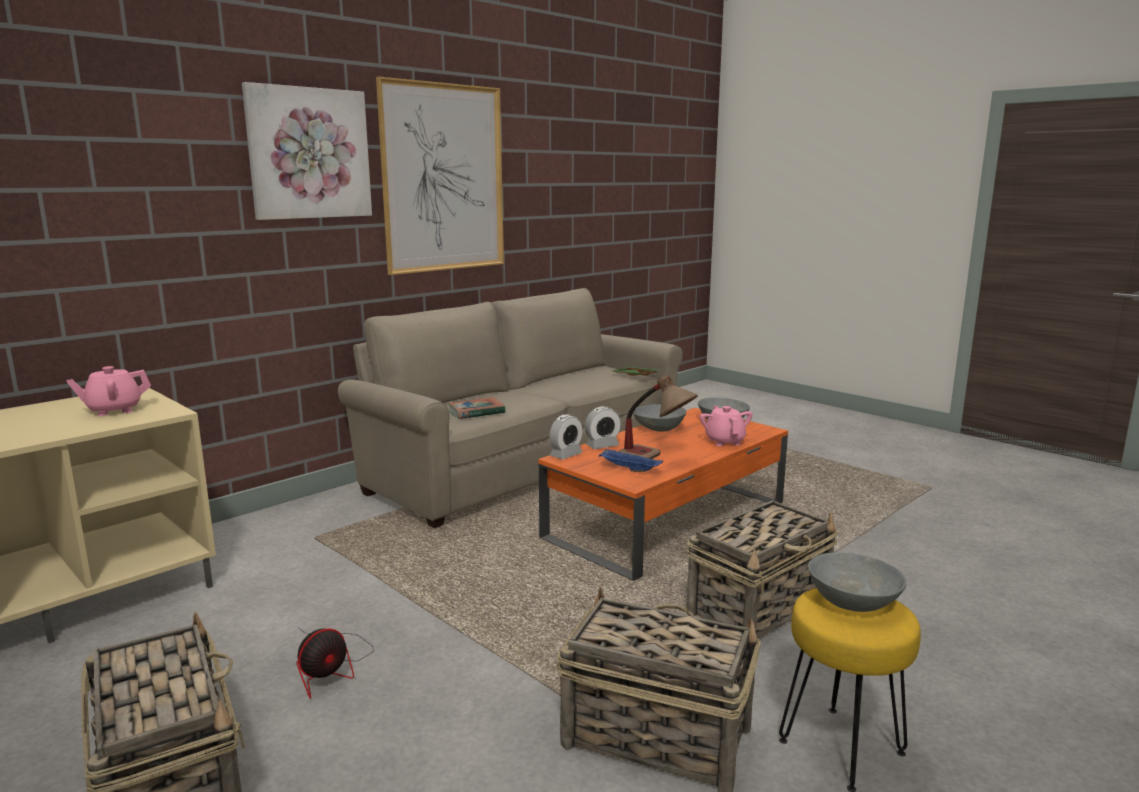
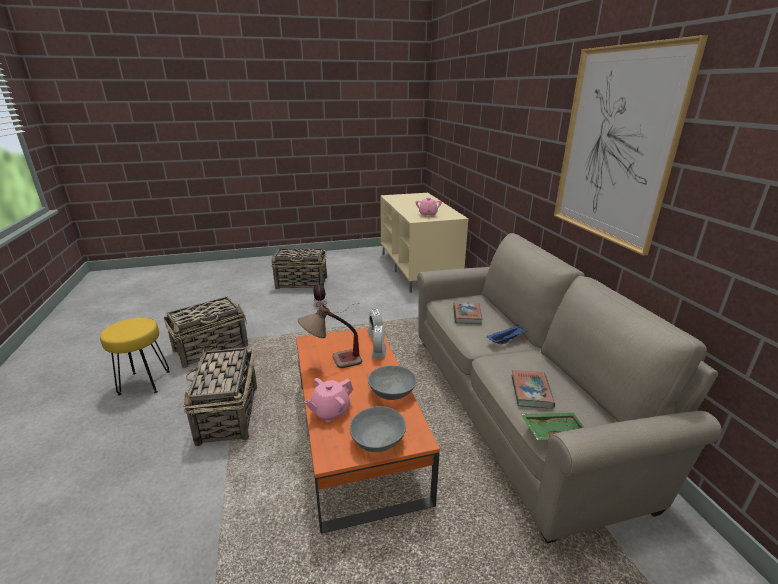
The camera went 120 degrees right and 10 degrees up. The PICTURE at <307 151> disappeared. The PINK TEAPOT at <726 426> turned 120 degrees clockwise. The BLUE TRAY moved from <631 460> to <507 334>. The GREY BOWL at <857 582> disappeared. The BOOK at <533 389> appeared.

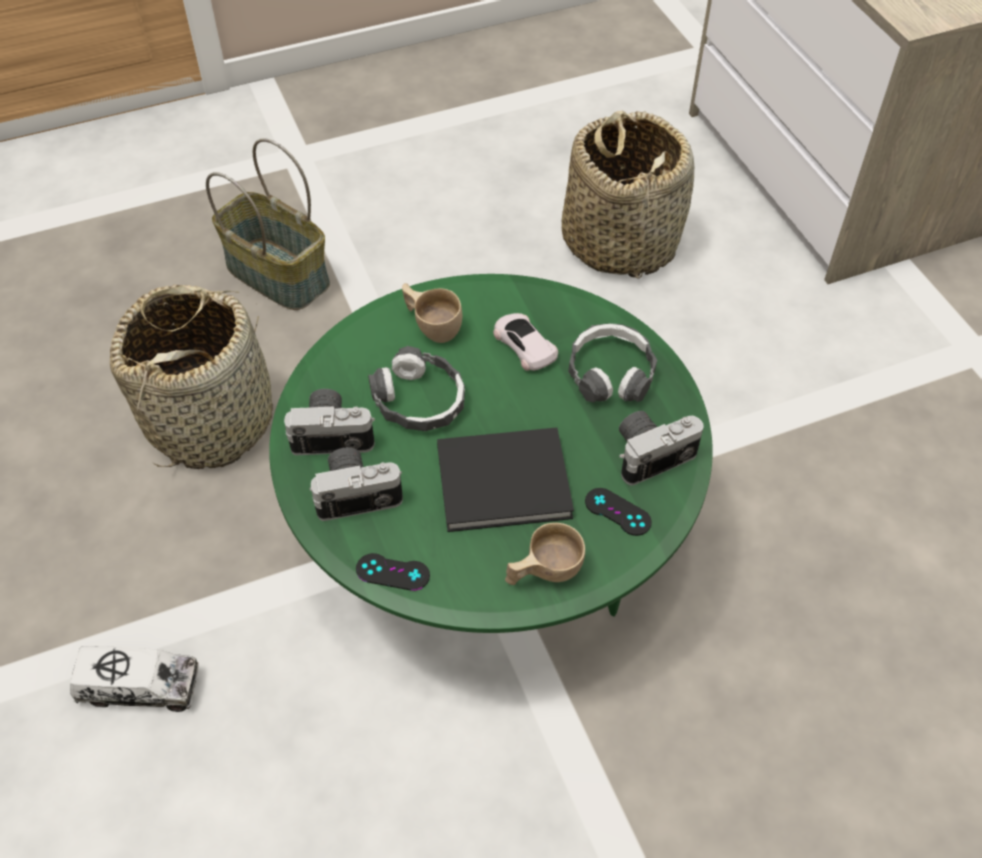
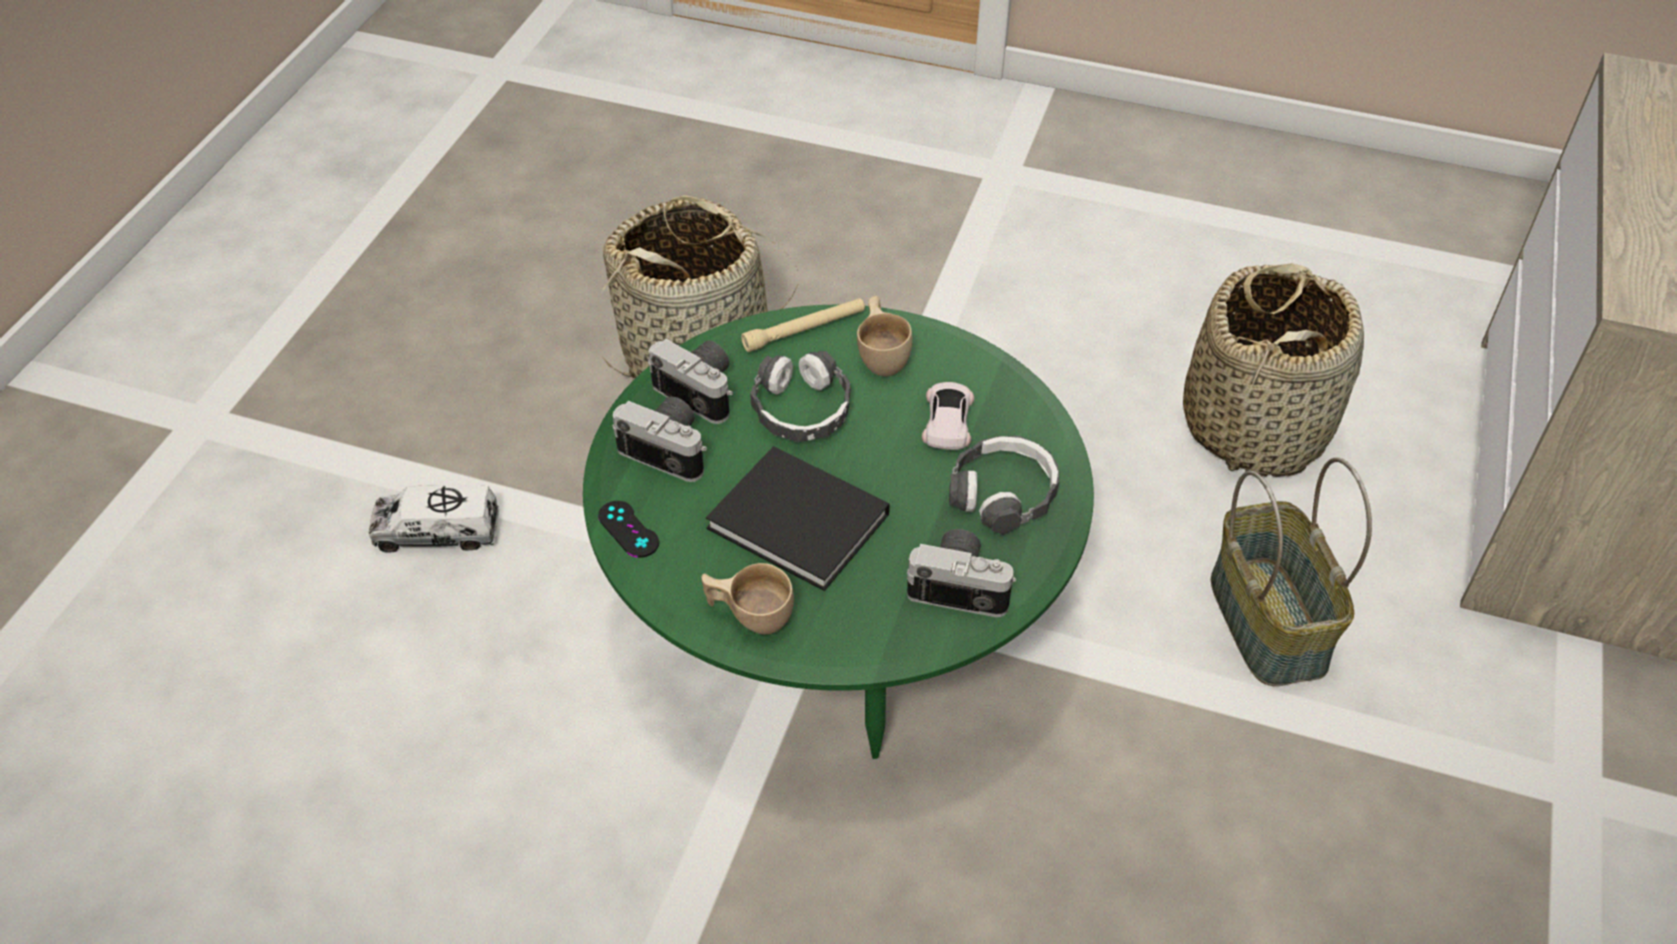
The camera went 40 degrees right and 5 degrees down. The BASKET moved from <268 224> to <1291 571>. The BLACK GAME CONTROLLER at <618 512> disappeared. The TOY TRUCK at <134 679> turned 135 degrees clockwise. The BEIGE FLASHLIGHT at <803 325> appeared.

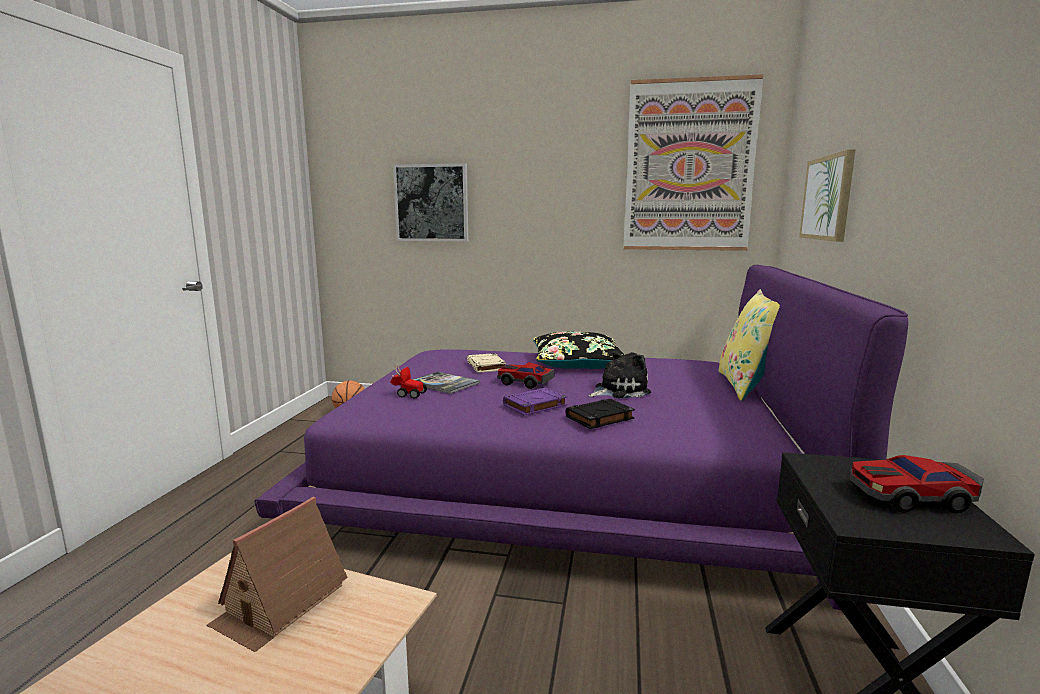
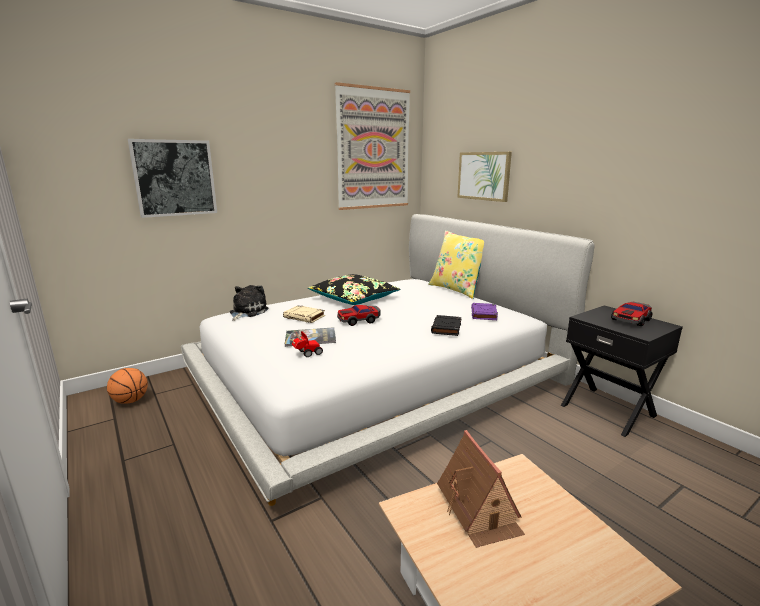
The camera went 45 degrees left and 5 degrees up. The PURPLE BED at <581 437> became the WHITE BED at <388 360>. The PLUSH TOY moved from <619 374> to <249 303>. The PURPLE BOOK moved from <535 402> to <484 311>.

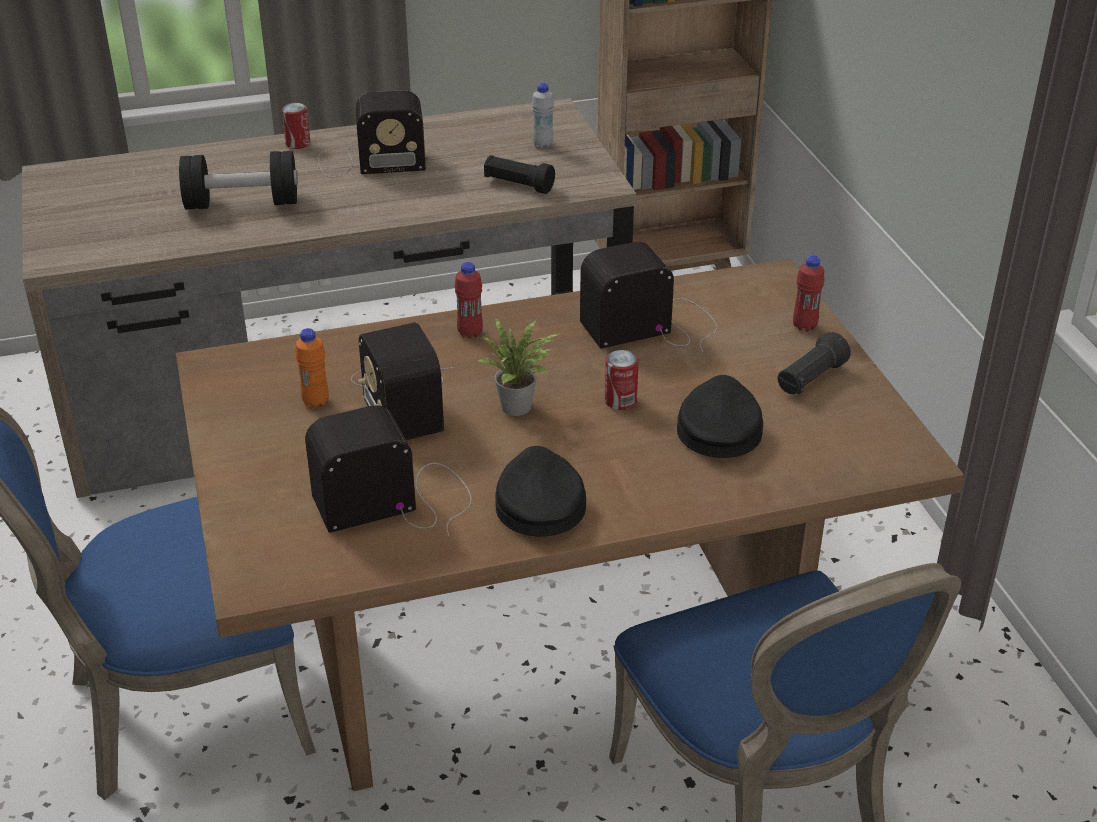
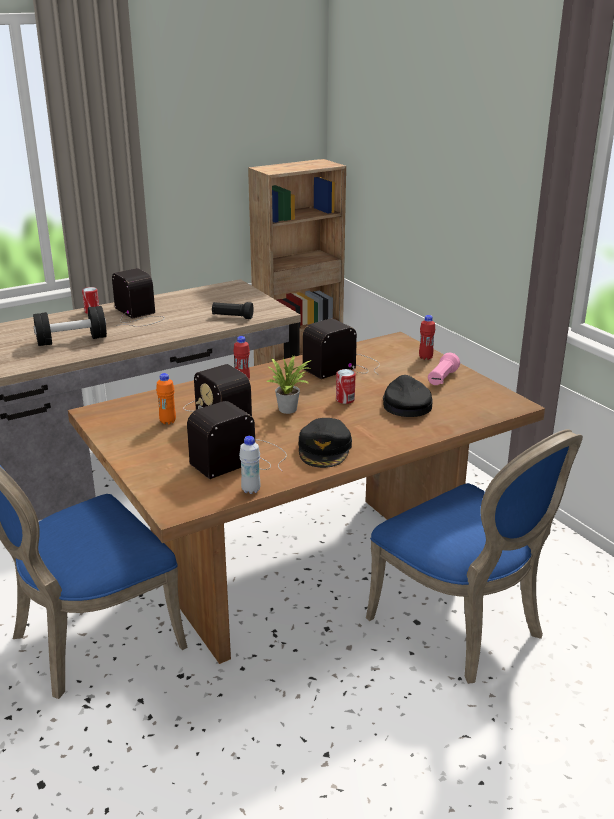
The camera went 15 degrees left and 10 degrees down. The WHITE BOTTLE moved from <543 115> to <249 465>. The RADIO at <372 134> turned 105 degrees counterclockwise. The BLACK FLASHLIGHT at <814 363> became the PINK FLASHLIGHT at <444 368>. The BLACK CAP at <540 491> turned 150 degrees counterclockwise.

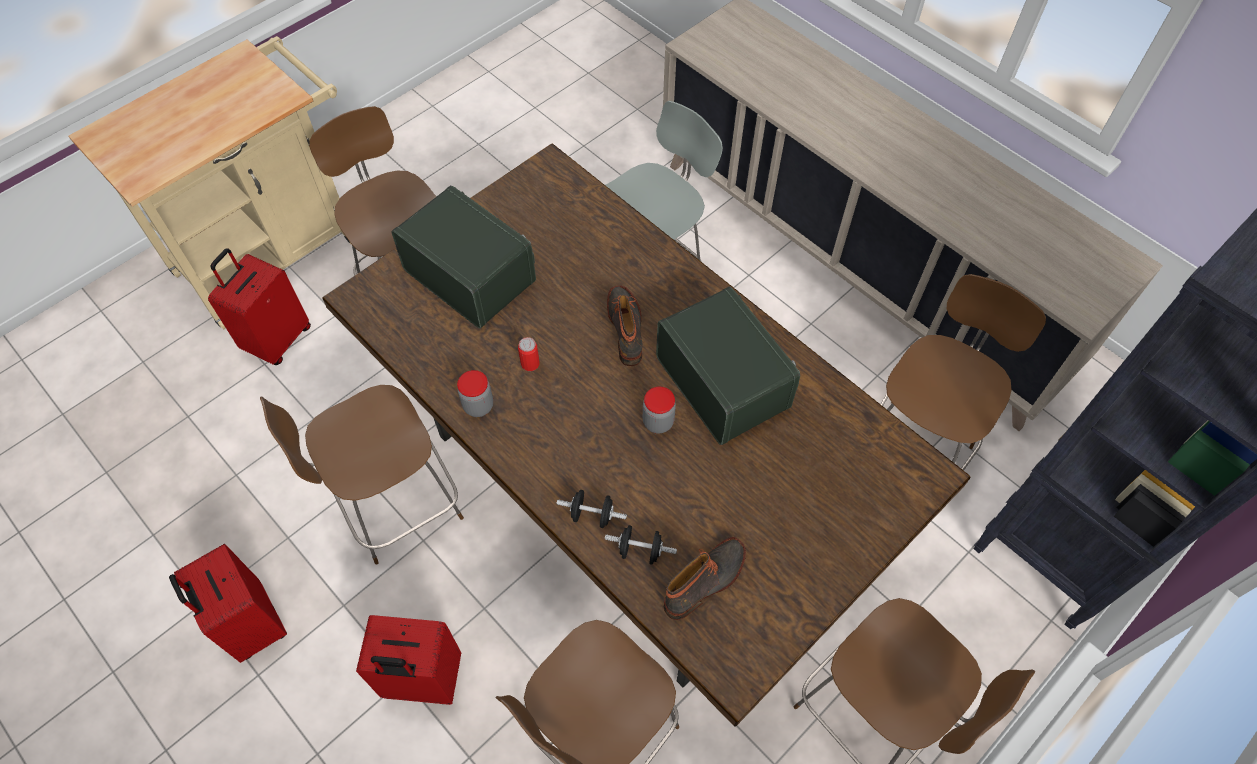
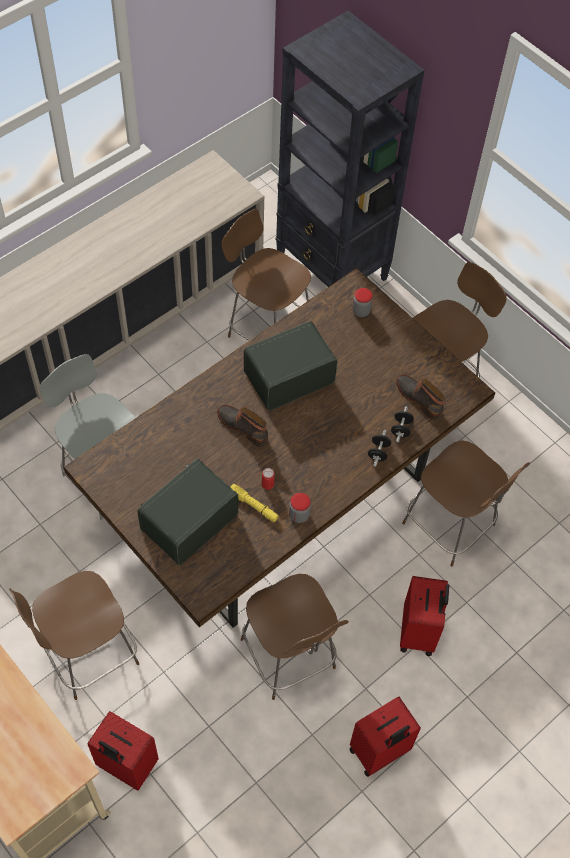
The camera went 90 degrees left and 0 degrees up. The BOOT at <625 326> turned 45 degrees clockwise. The JAR moved from <659 410> to <362 302>. The YELLOW FLASHLIGHT at <254 503> appeared.

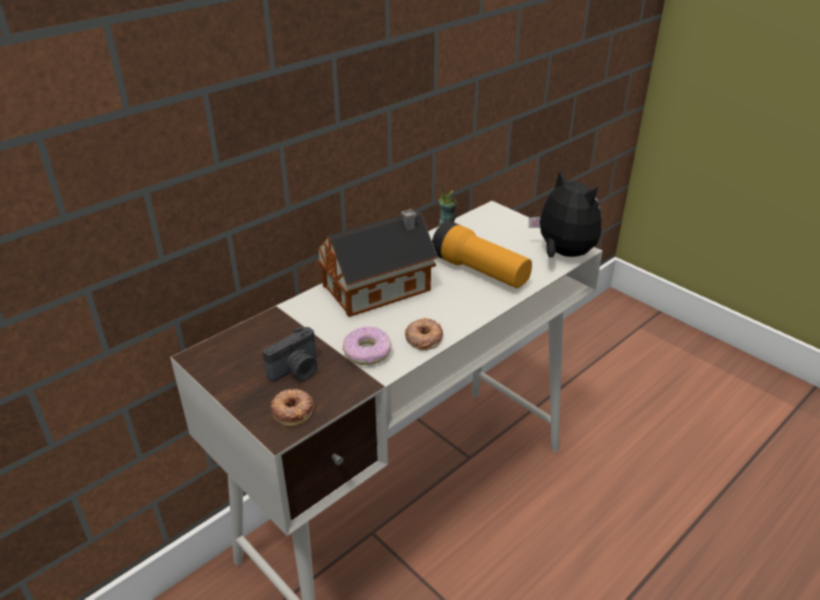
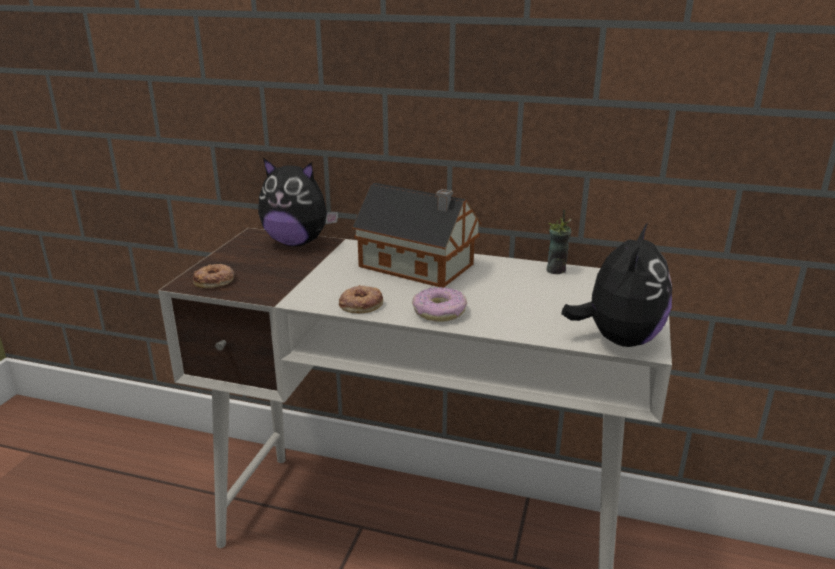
The camera went 60 degrees right and 10 degrees down. The FLASHLIGHT at <482 254> disappeared. The PHOTO CAMERA at <290 354> disappeared. The DONUT moved from <367 346> to <439 304>. The PLUSH TOY at <298 202> appeared.

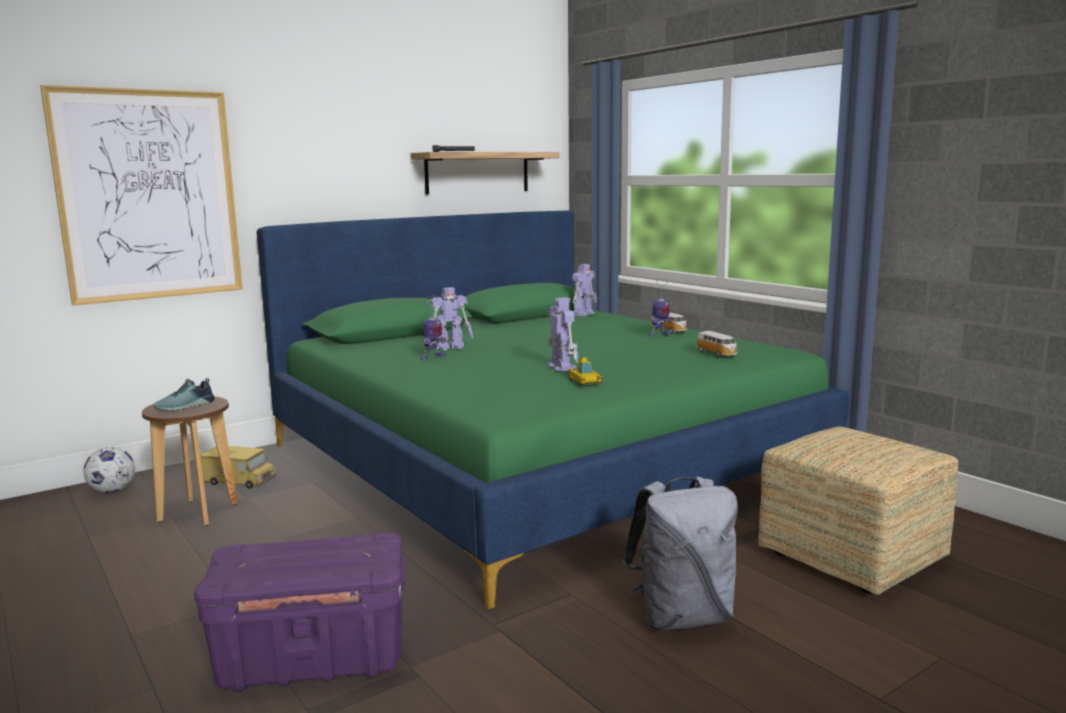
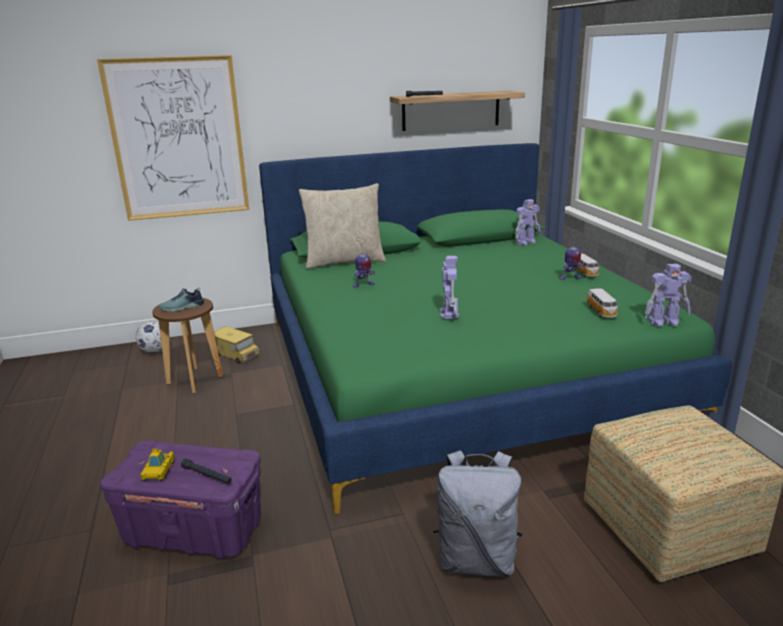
The camera went 20 degrees right and 10 degrees up. The TOY ROBOT moved from <452 318> to <668 295>. The TOY CAR moved from <585 371> to <157 465>. The BEIGE PILLOW at <342 226> appeared. The BLACK FLASHLIGHT at <206 471> appeared.

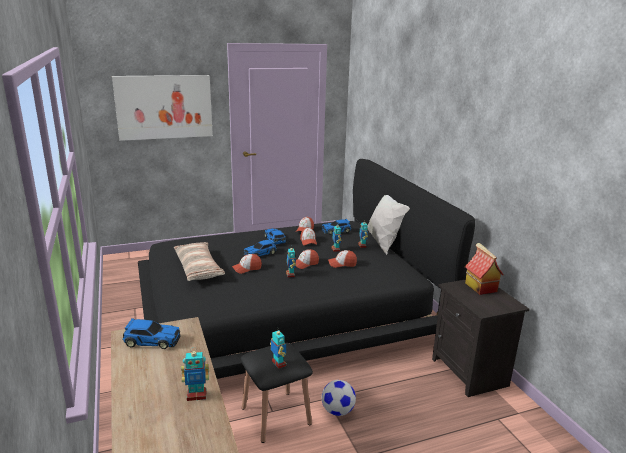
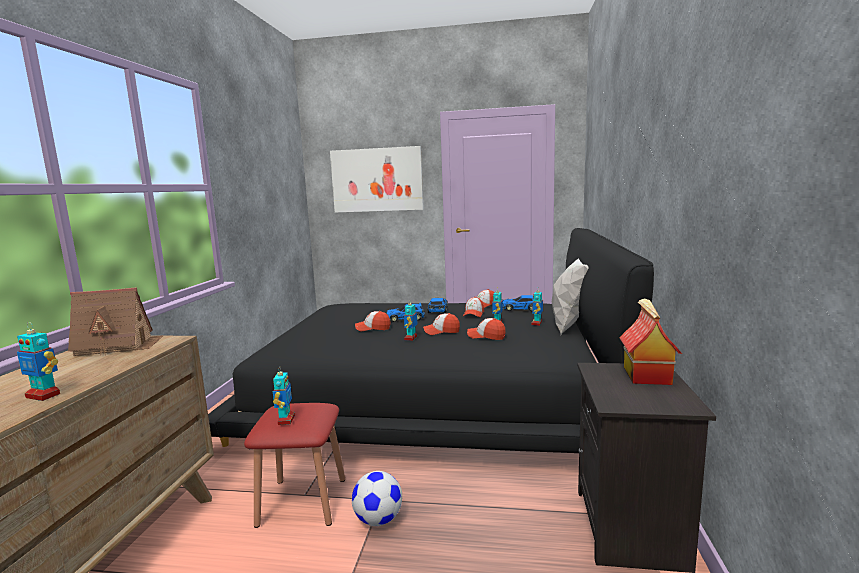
The camera went 30 degrees right and 10 degrees down. The PILLOW at <199 261> disappeared. The TOY CAR at <151 333> was replaced by the TOY HOUSE at <116 321>. The BLACK STOOL at <277 393> became the RED STOOL at <294 465>.

